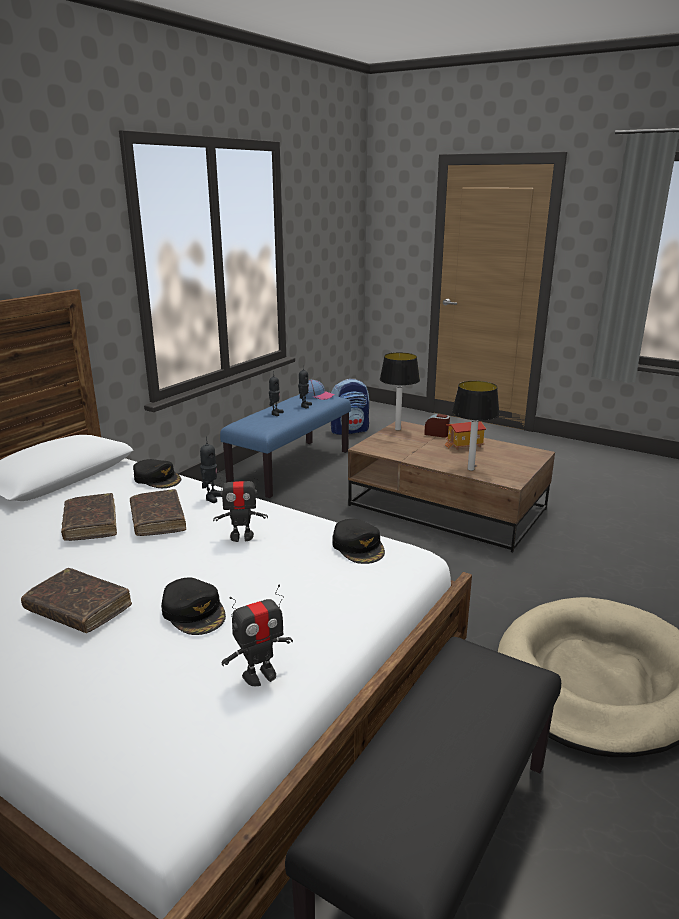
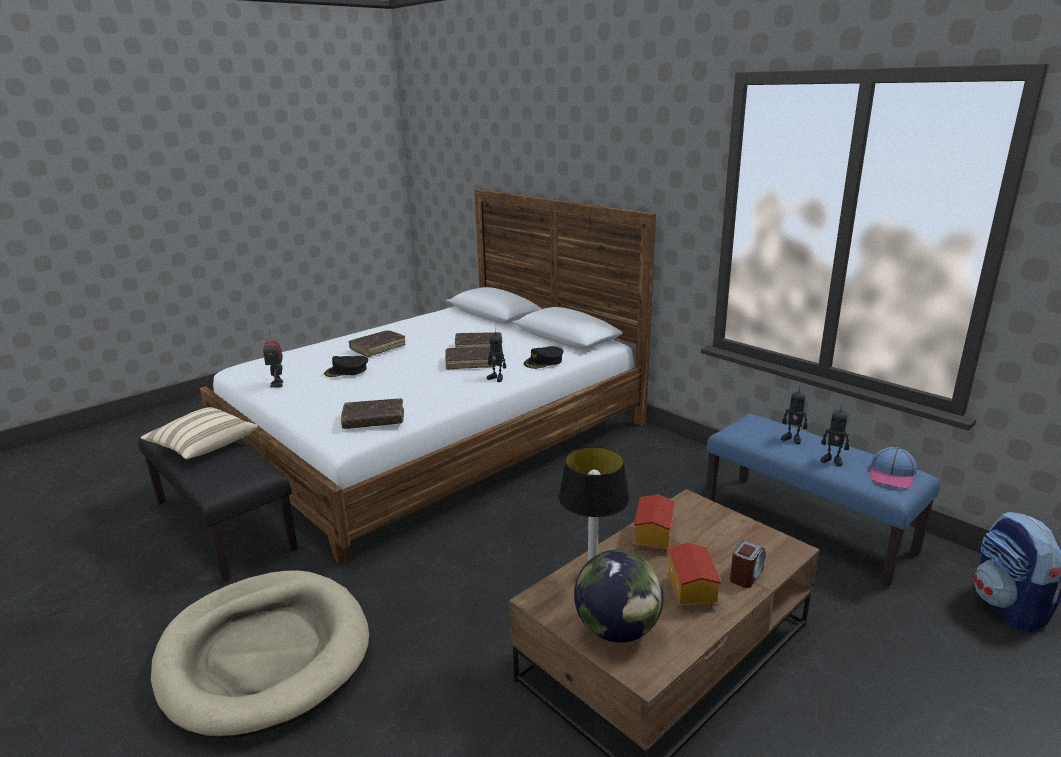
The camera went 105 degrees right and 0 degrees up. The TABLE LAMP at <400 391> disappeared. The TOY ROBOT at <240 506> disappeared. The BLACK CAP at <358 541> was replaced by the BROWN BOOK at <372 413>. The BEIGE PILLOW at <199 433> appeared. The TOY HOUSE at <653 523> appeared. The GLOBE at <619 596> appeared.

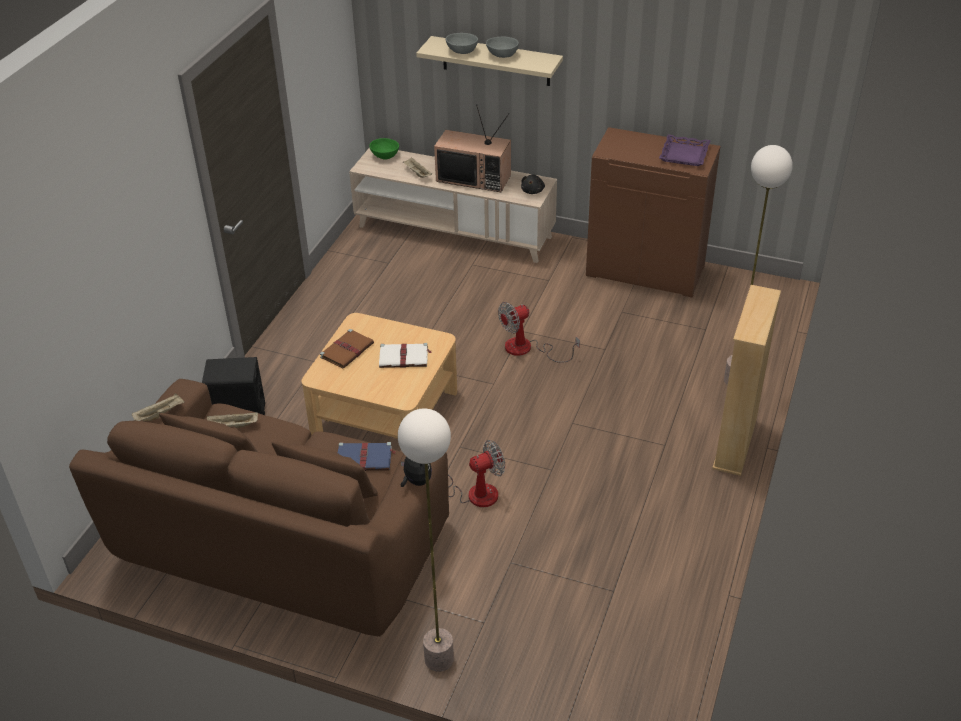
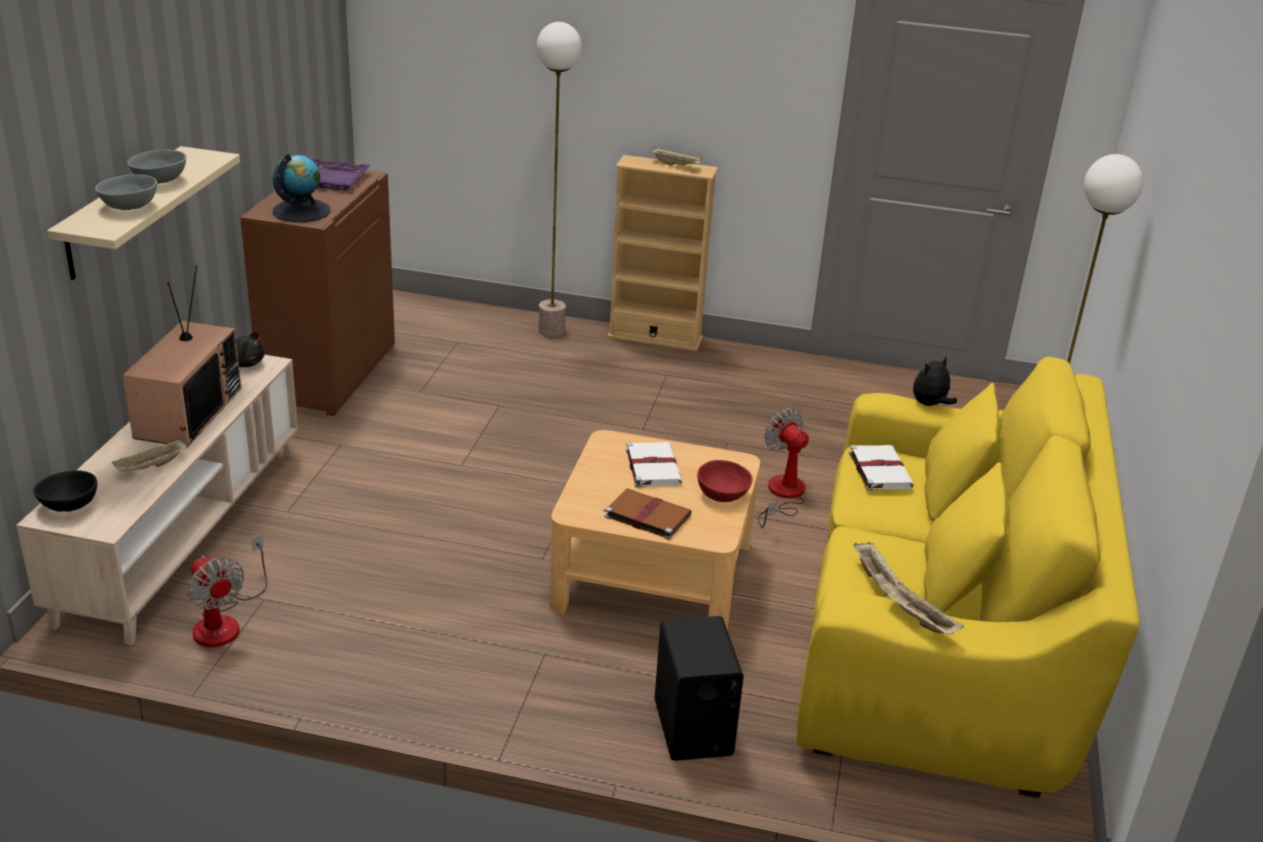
The camera went 100 degrees left and 10 degrees down. The GREEN BOWL at <384 149> became the BLACK BOWL at <65 491>. The FAN moved from <539 332> to <227 590>. The BROWN SOFA at <259 508> became the YELLOW SOFA at <968 577>. The BLUE BOOK at <367 456> became the WHITE BOOK at <881 468>. The BEIGE TRAY at <676 156> appeared. The GLOBE at <301 187> appeared. The RED BOWL at <725 481> appeared.

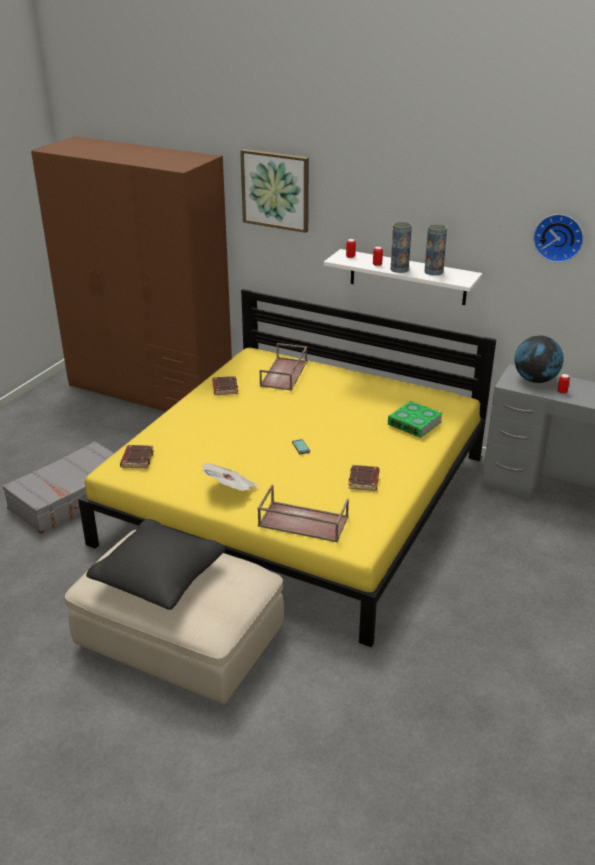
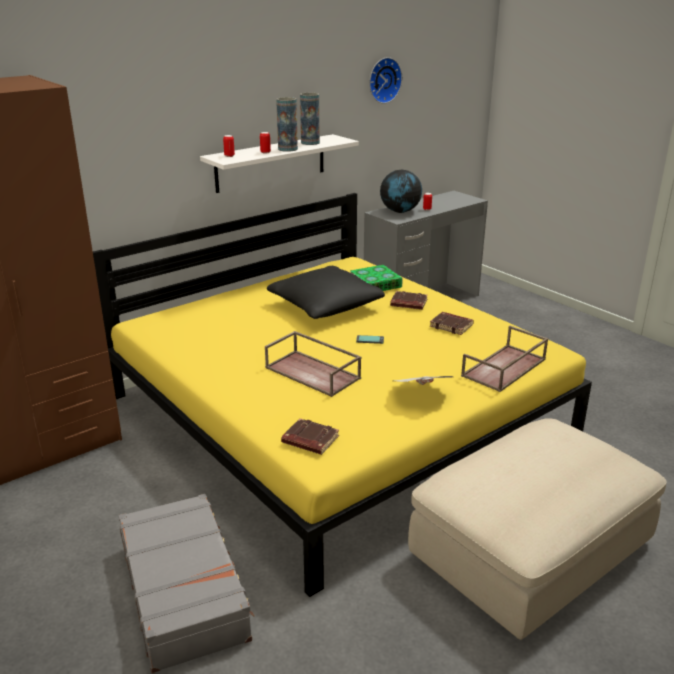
The camera went 65 degrees left and 5 degrees down. The PICTURE at <274 191> disappeared. The BROWN TRAY moved from <283 367> to <313 364>. The BROWN BOOK moved from <225 385> to <409 300>. The BLACK PILLOW moved from <156 564> to <326 292>.

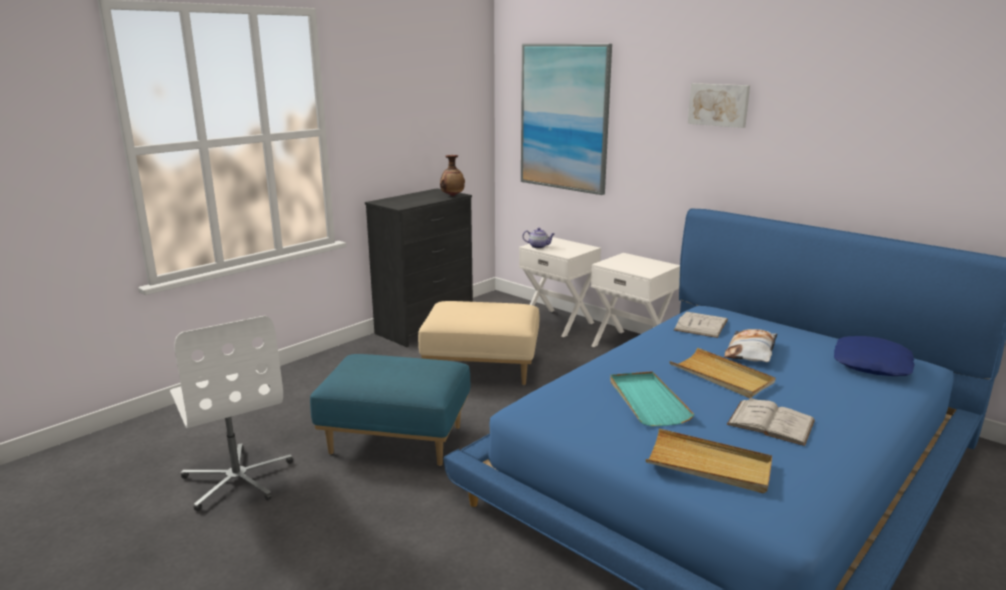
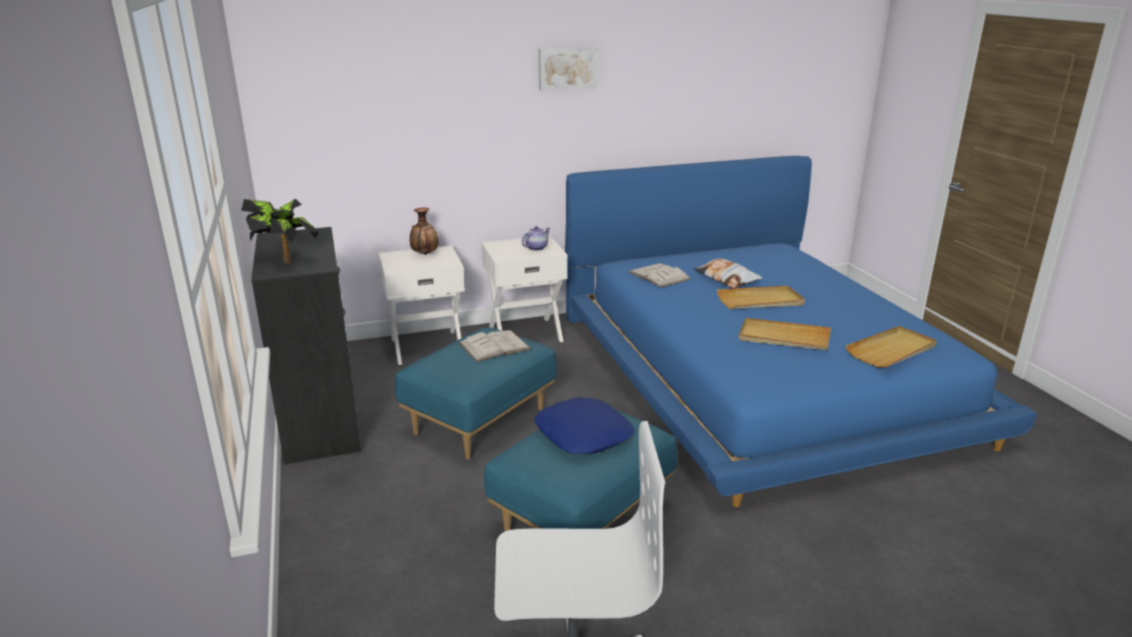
The camera went 60 degrees left and 5 degrees up. The PICTURE at <566 119> disappeared. The VASE moved from <452 175> to <424 231>. The TEAPOT moved from <539 238> to <536 238>. The BEIGE OTTOMAN at <479 343> became the BLUE OTTOMAN at <476 393>. The BLUE PILLOW moved from <874 356> to <584 425>. The TURQUOISE TRAY at <652 398> became the BEIGE TRAY at <785 334>. The WHITE BOOK moved from <771 421> to <495 346>. The POTTED PLANT at <280 231> appeared.

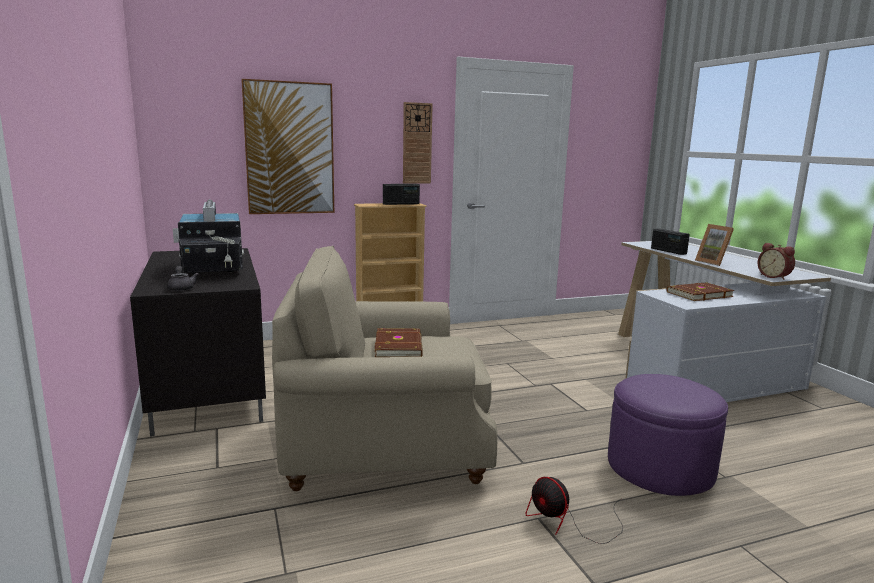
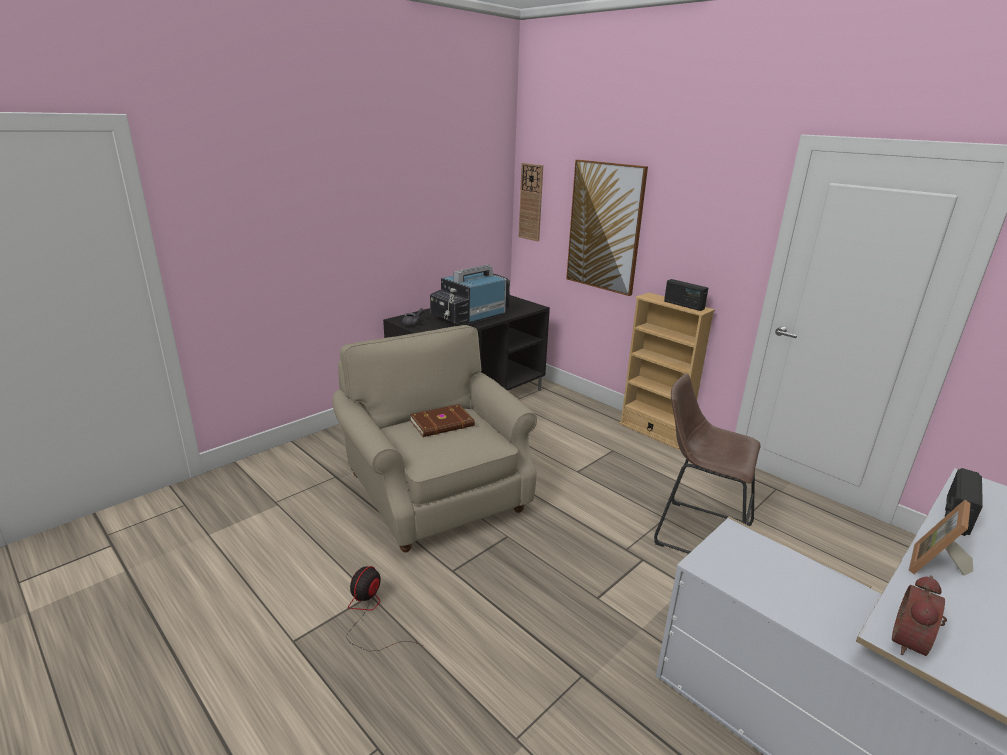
The camera went 65 degrees right and 10 degrees up. The WALL CLOCK moved from <418 142> to <531 202>. The BROWN BOOK at <701 291> disappeared. The PURPLE OTTOMAN at <668 435> disappeared. The BROWN STOOL at <707 463> appeared.

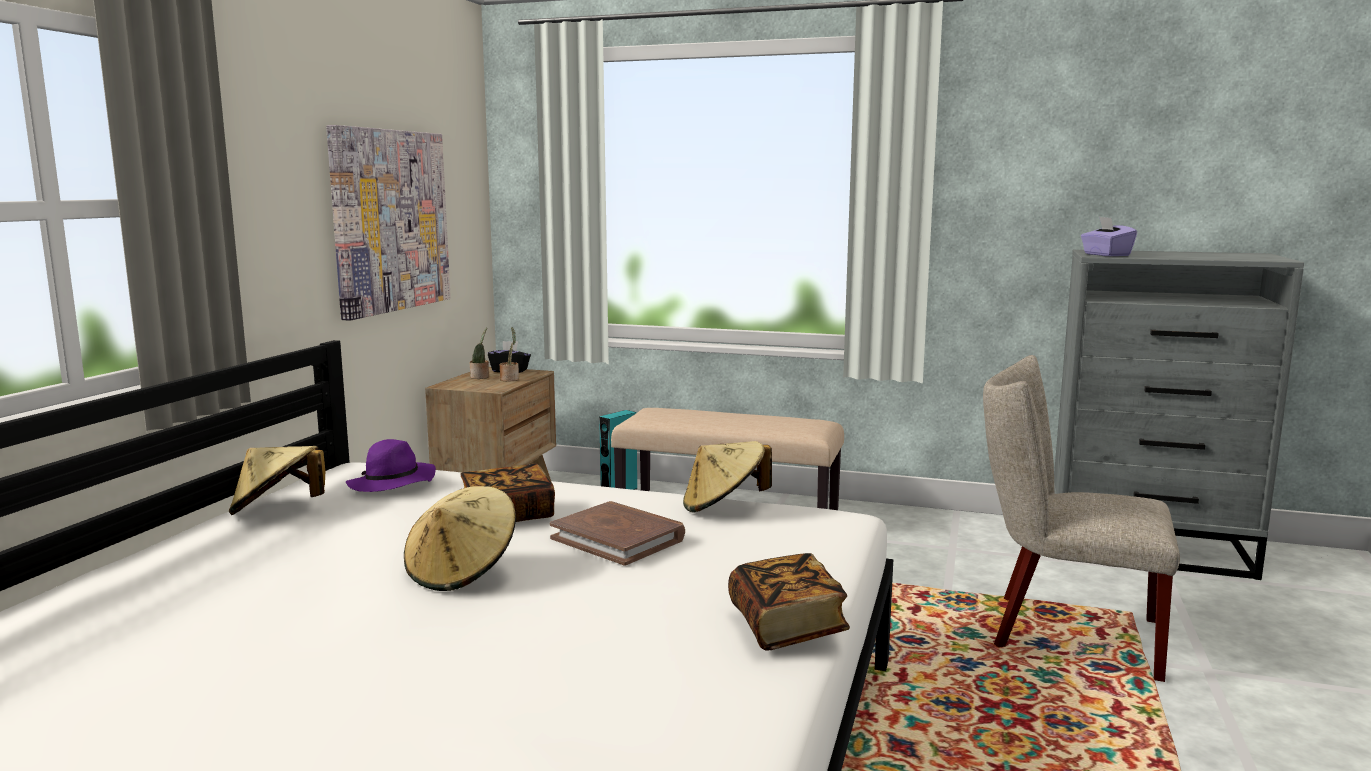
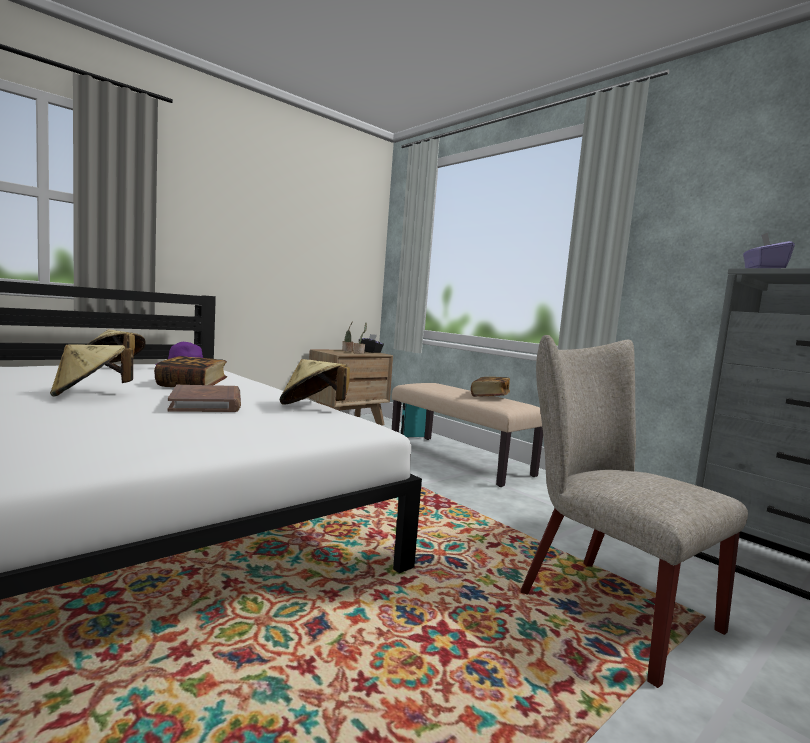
The camera went 30 degrees right and 5 degrees down. The PICTURE at <388 223> disappeared. The BOOK moved from <789 601> to <490 387>.

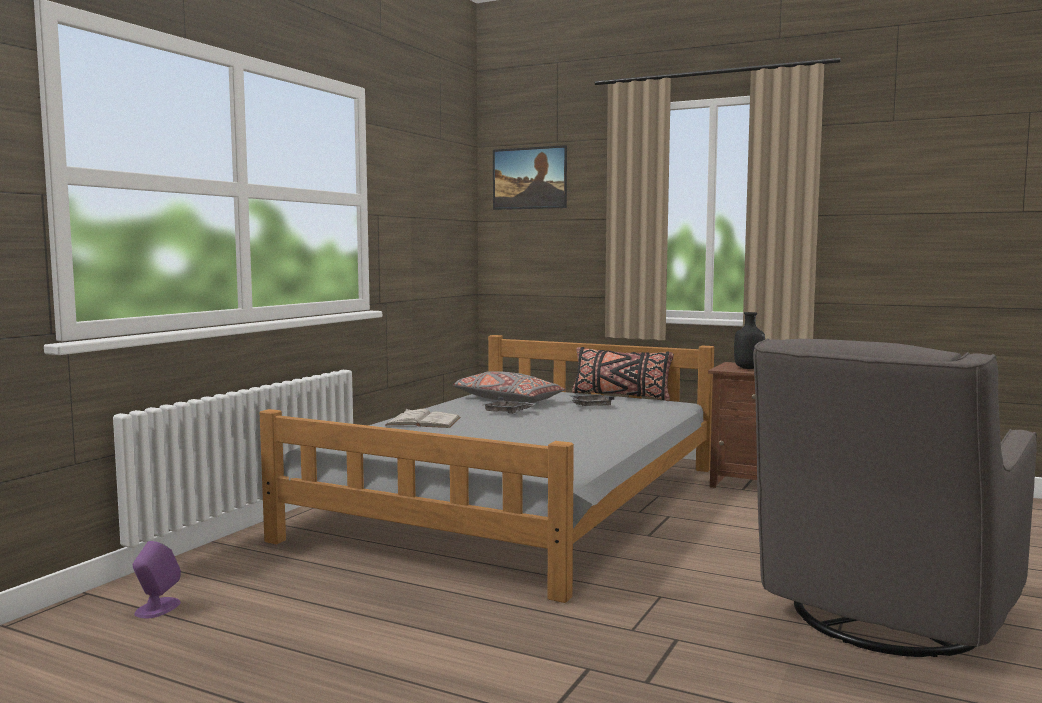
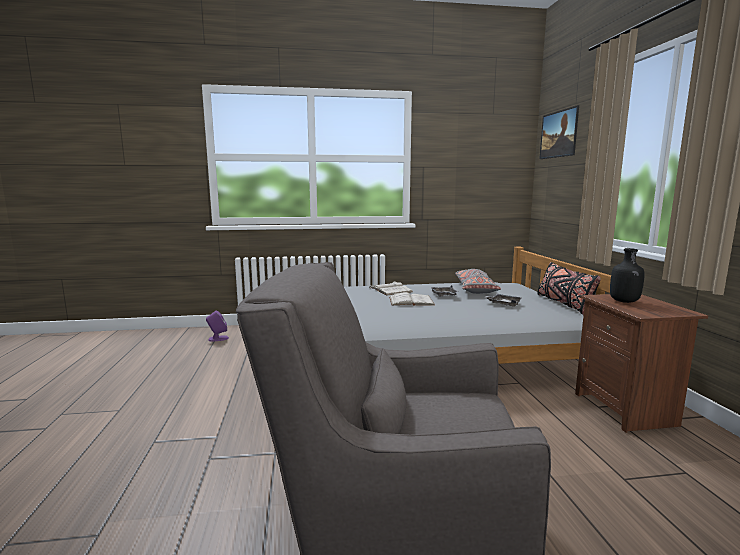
The camera went 55 degrees right and 5 degrees up. The WHITE BOOK at <412 299> appeared.

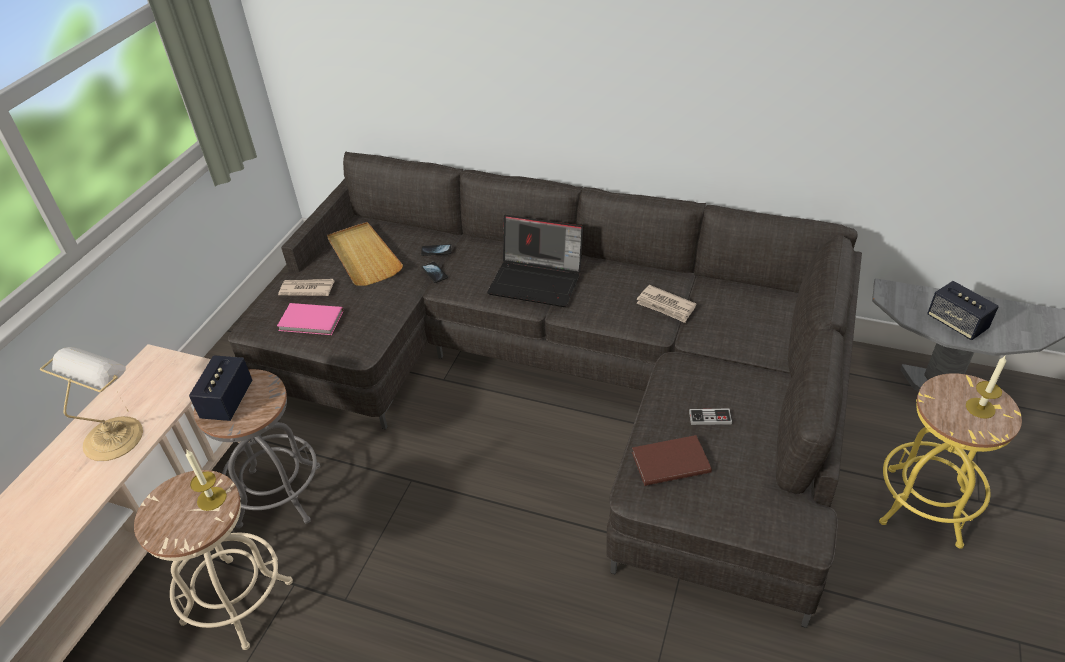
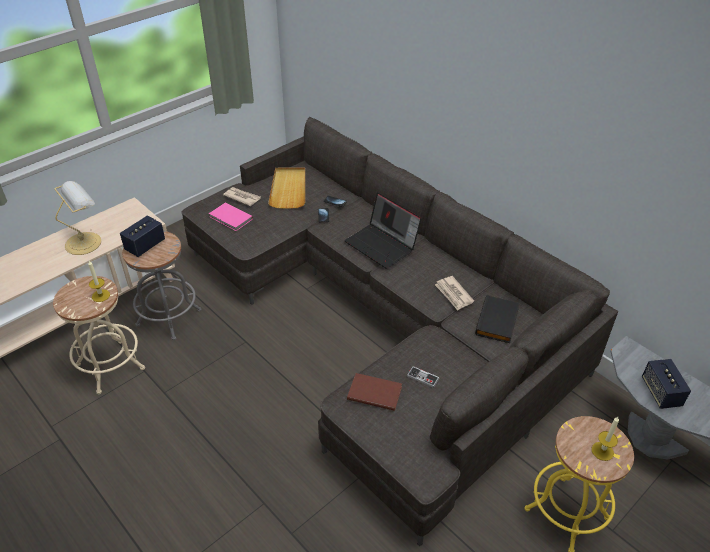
The camera went 25 degrees right and 0 degrees up. The BLACK BOOK at <497 319> appeared.

